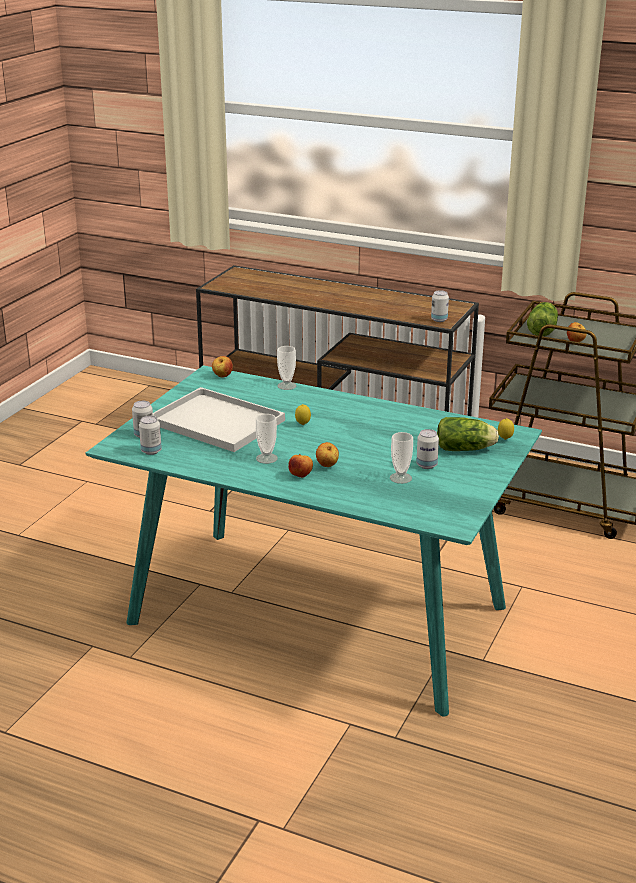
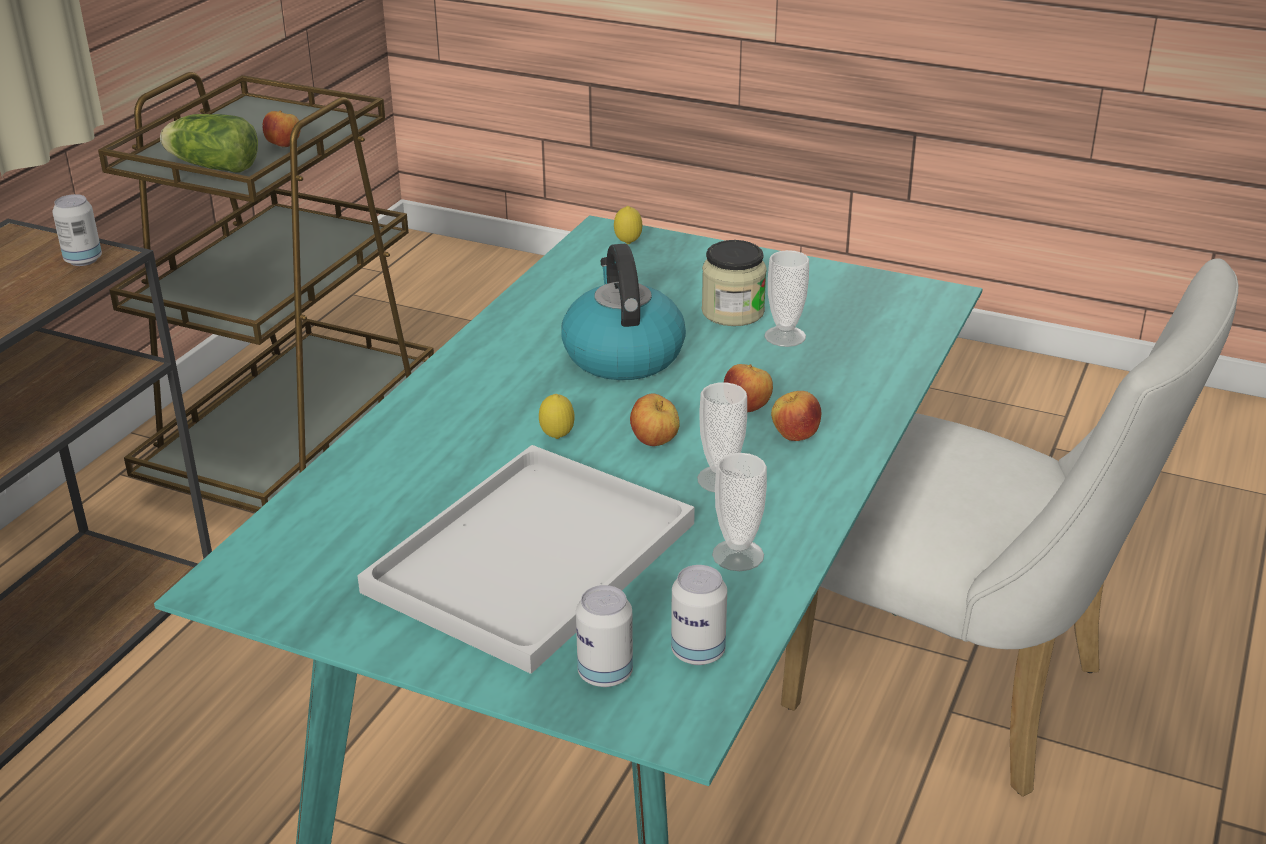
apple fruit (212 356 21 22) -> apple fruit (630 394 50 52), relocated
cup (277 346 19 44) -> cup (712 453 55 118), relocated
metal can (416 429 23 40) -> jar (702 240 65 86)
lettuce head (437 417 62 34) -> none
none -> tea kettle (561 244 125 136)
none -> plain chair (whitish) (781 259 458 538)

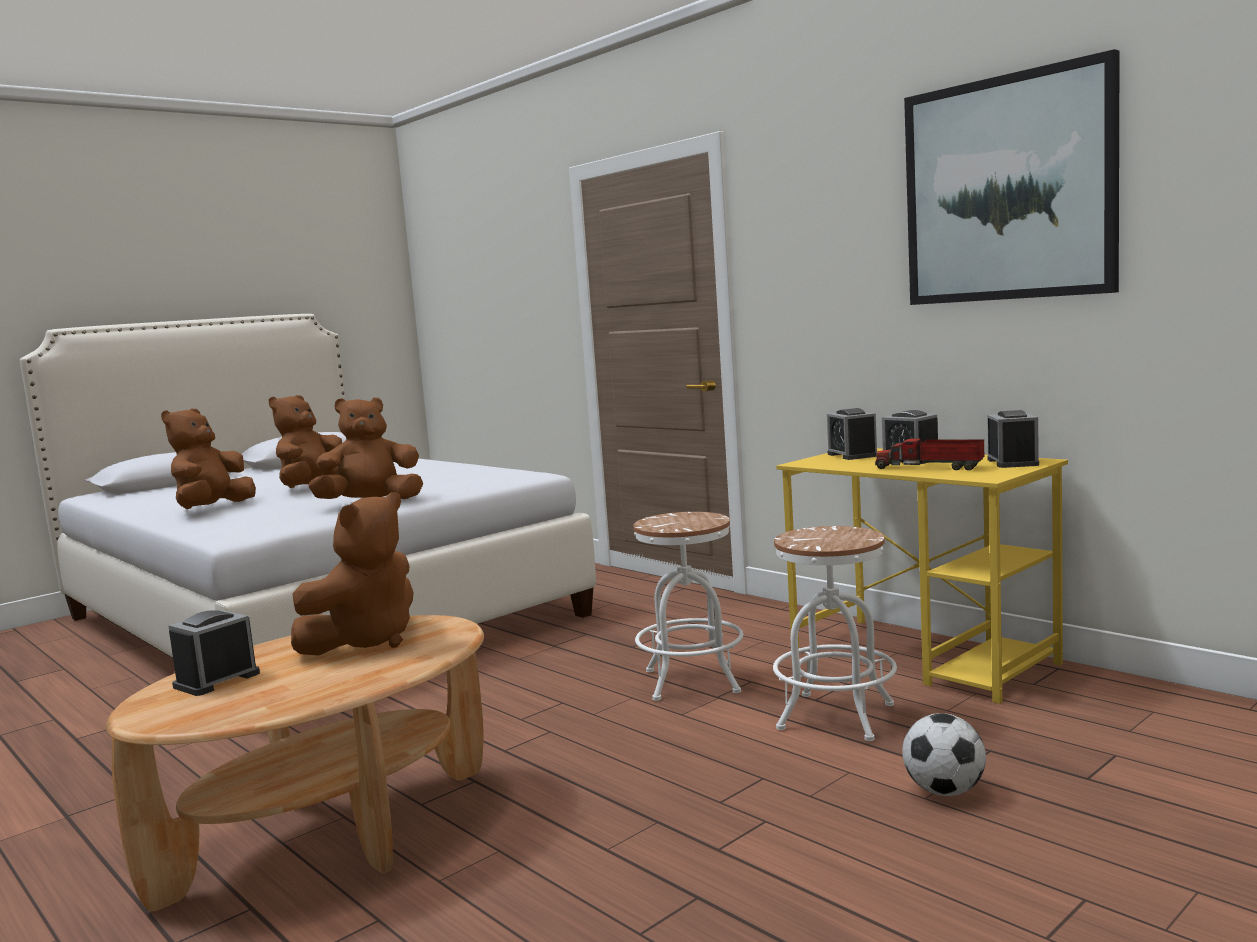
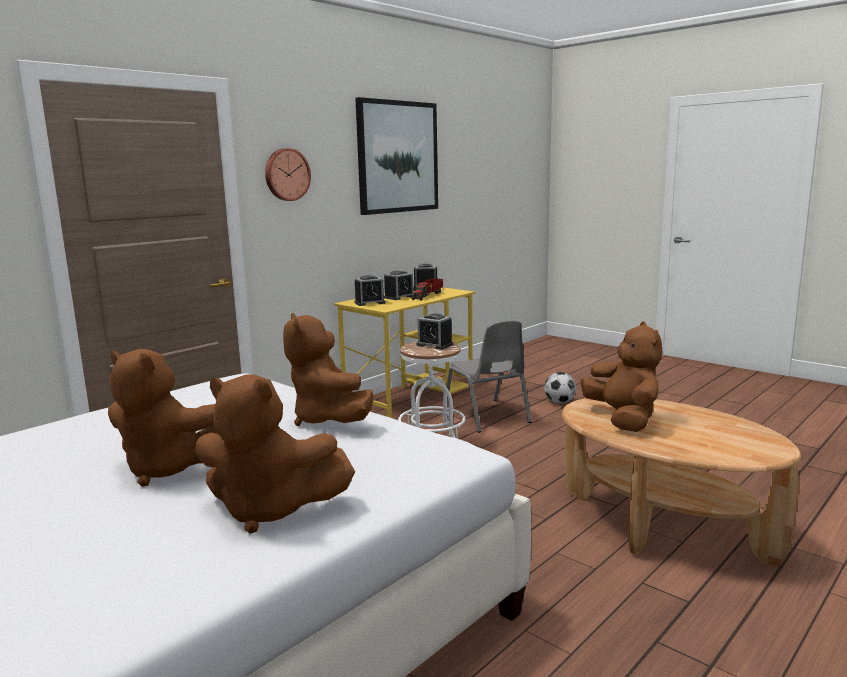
bedside clock (168 610 92 86) -> bedside clock (417 313 36 36), relocated
cuddly toy (brown-coloured) (291 492 123 164) -> cuddly toy (brown-coloured) (581 321 81 111), 45 degrees clockwise
stool seat (whitish) (773 526 124 215) -> plain chair (greyish) (446 320 86 113)
none -> wall clock (265 148 46 53)

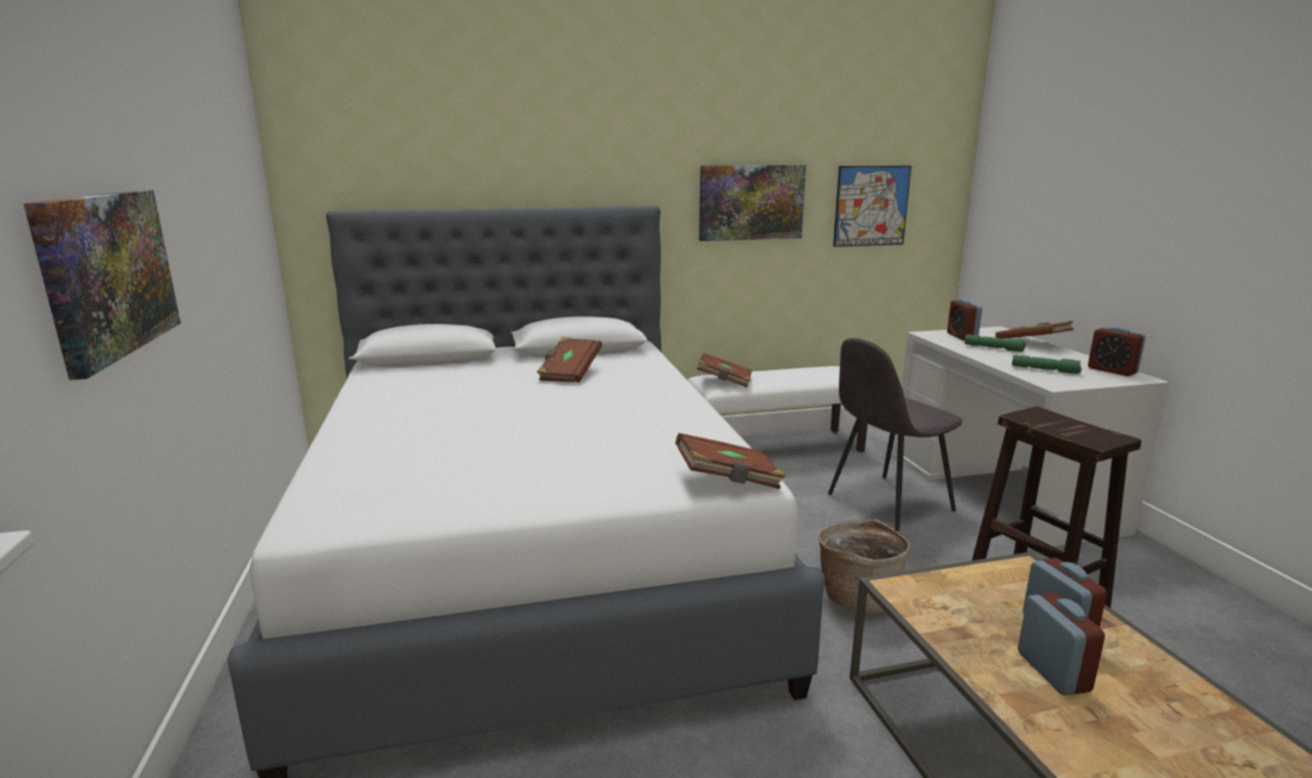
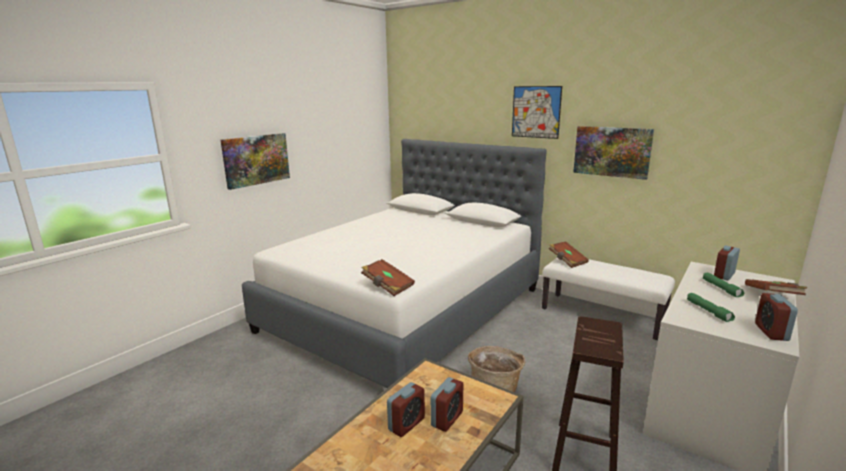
book (brown-coloured) (537 337 65 46) -> none
plain chair (greyish) (828 338 134 193) -> none
picture (833 166 78 81) -> picture (512 86 50 53), relocated

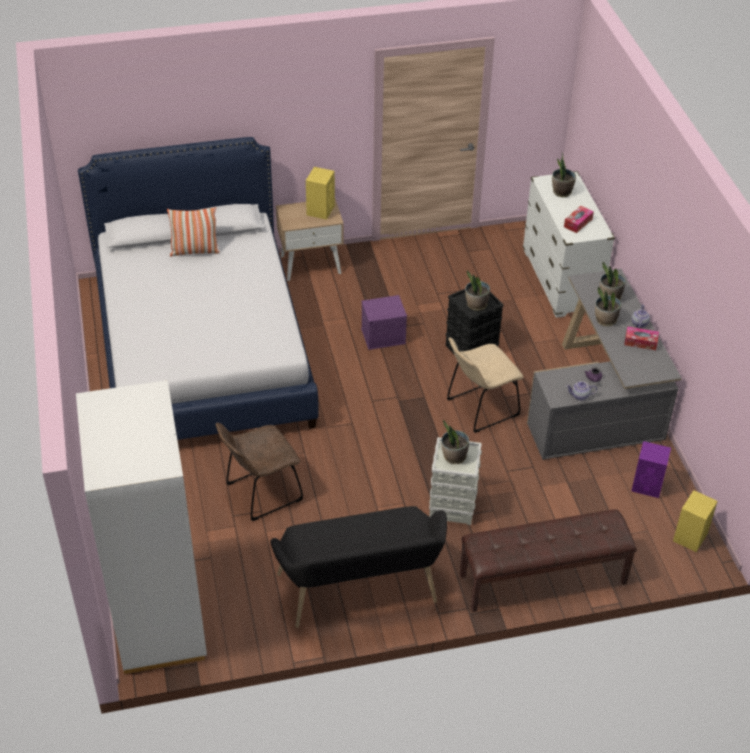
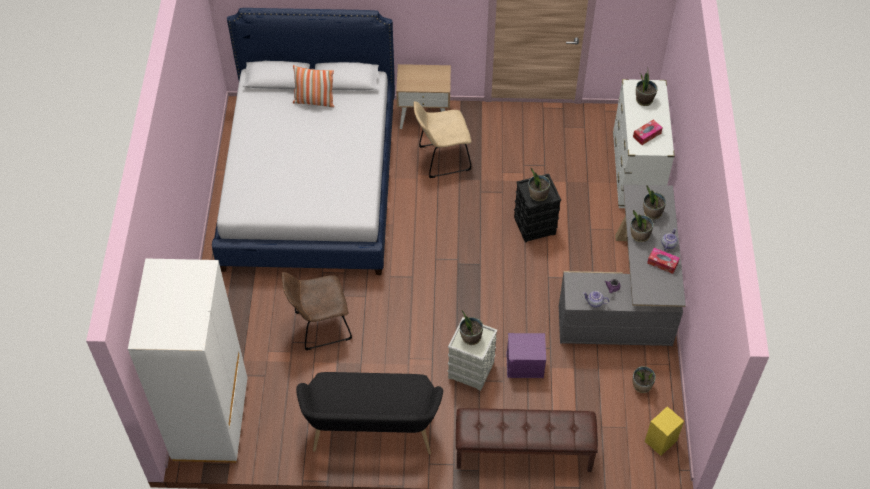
loudspeaker (yellowish) (306 167 29 53) -> none
storage box (purple-coloured) (361 295 46 55) -> storage box (purple-coloured) (506 333 40 45), relocated
plain chair (beige-coloured) (447 337 76 96) -> plain chair (beige-coloured) (413 101 59 77), relocated
loudspeaker (purple-coloured) (632 441 39 57) -> potted plant (633 366 23 27)

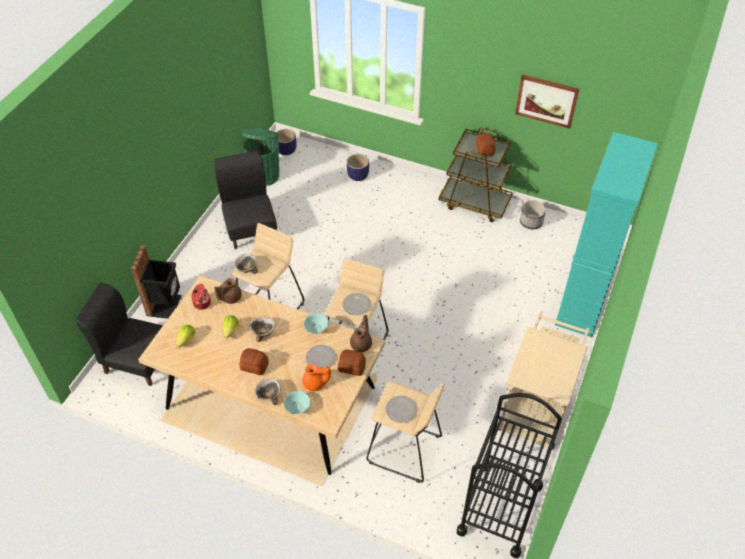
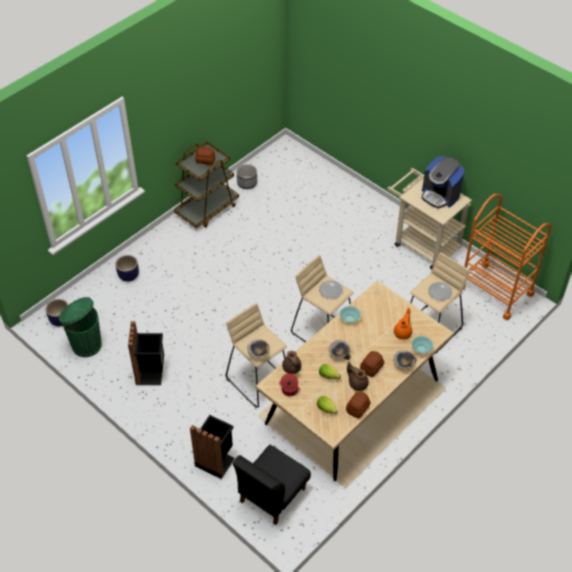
plain chair (blackish) (214 151 63 98) -> trash can (blackish) (128 321 36 64)
plate (306 345 30 23) -> none
bread (338 350 28 26) -> bread (346 391 25 27), relocated
tea pot (brown-coloured) (350 314 22 38) -> tea pot (brown-coloured) (347 362 22 29), relocated
trolley (blackish) (457 393 105 165) -> trolley (orangey) (463 194 89 126)
picture (515 74 64 55) -> none
cabinet (turquoise-coloured) (555 132 103 205) -> none
none -> coffee brewer (421 156 44 52)

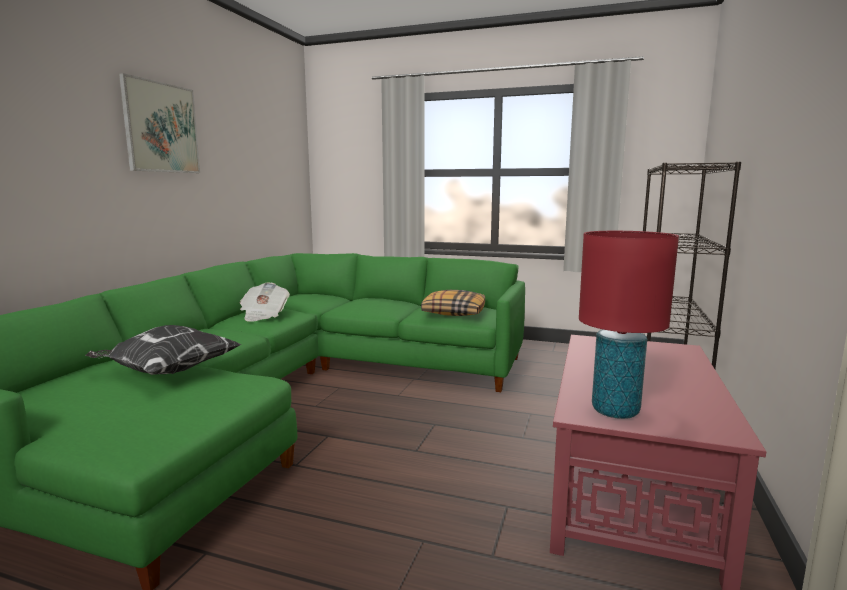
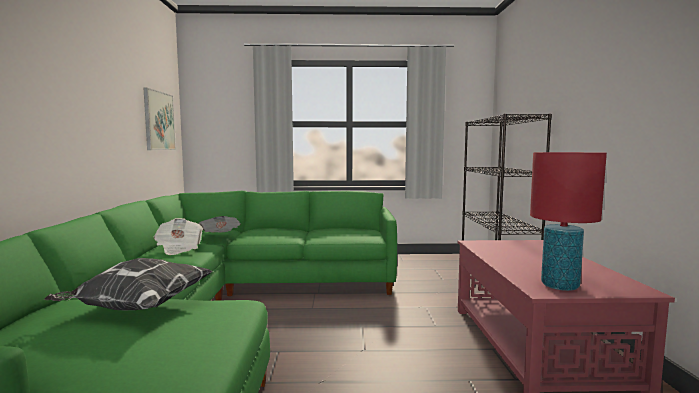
picture (119 73 81 100) -> picture (143 87 33 63), relocated
pillow (421 290 64 26) -> none
none -> newspaper (198 216 43 16)

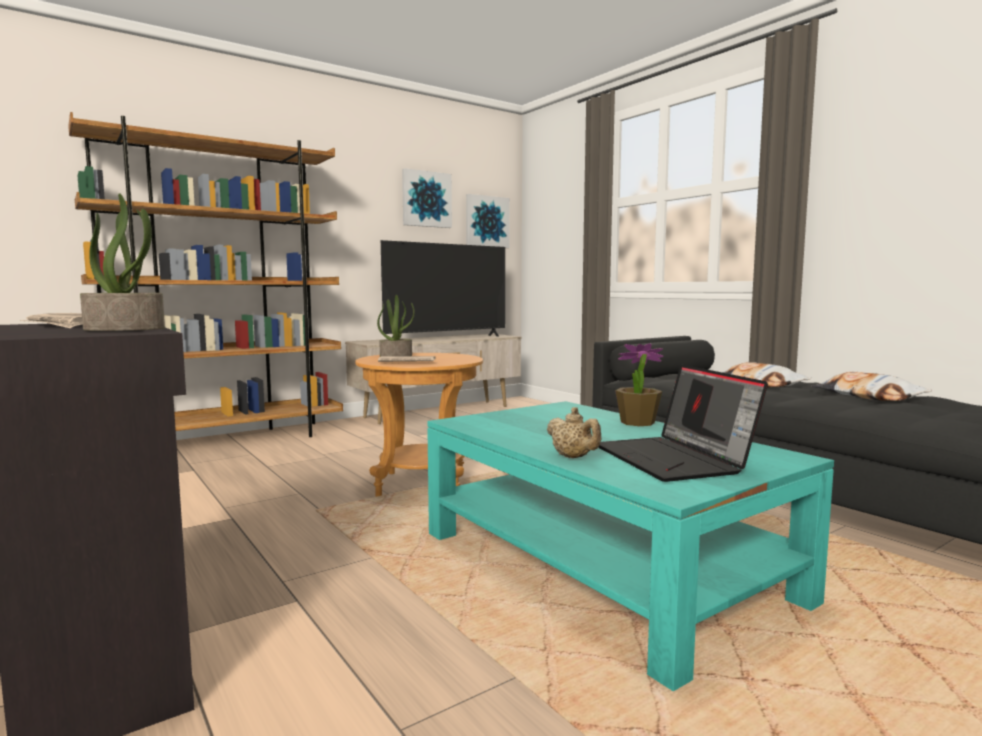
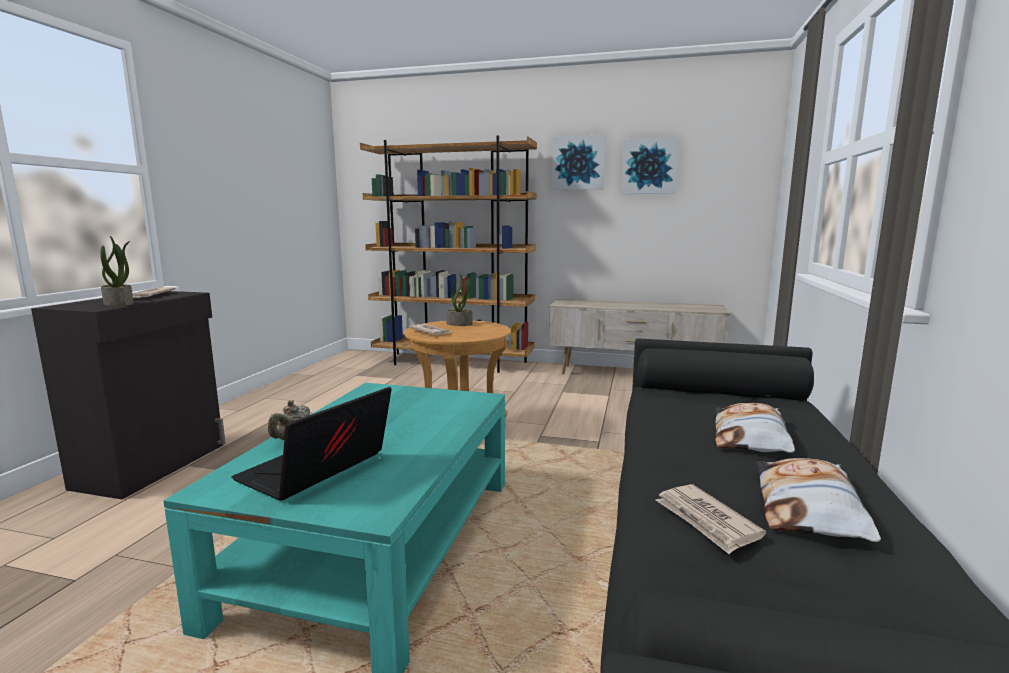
TV set (381 240 124 97) -> none
picture (466 194 44 54) -> picture (552 135 54 55), relocated
potted plant (615 343 48 83) -> none
none -> newspaper (656 484 110 70)

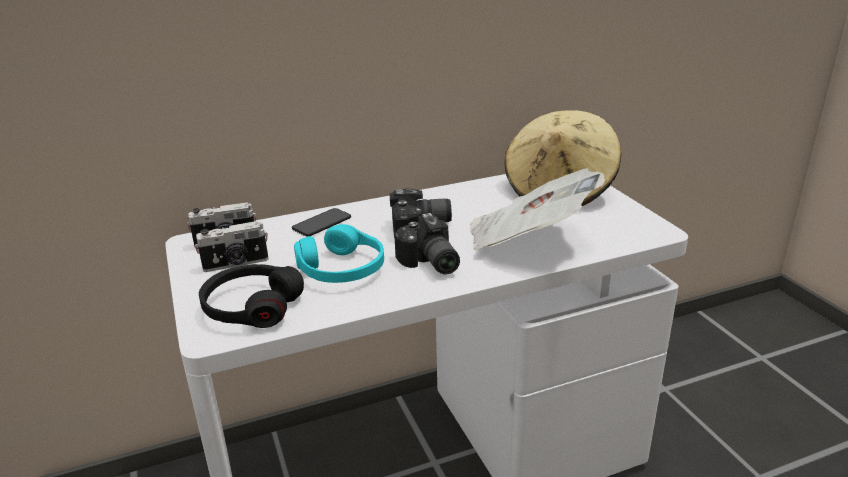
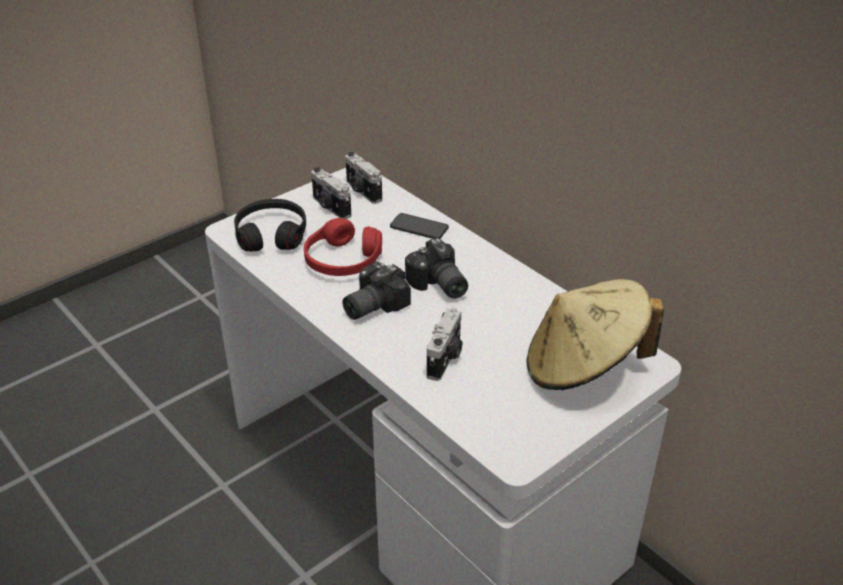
headphones (turquoise-coloured) (294 224 90 59) -> headphones (red-coloured) (304 218 78 58)
newspaper (470 168 135 82) -> photo camera (427 308 35 73)

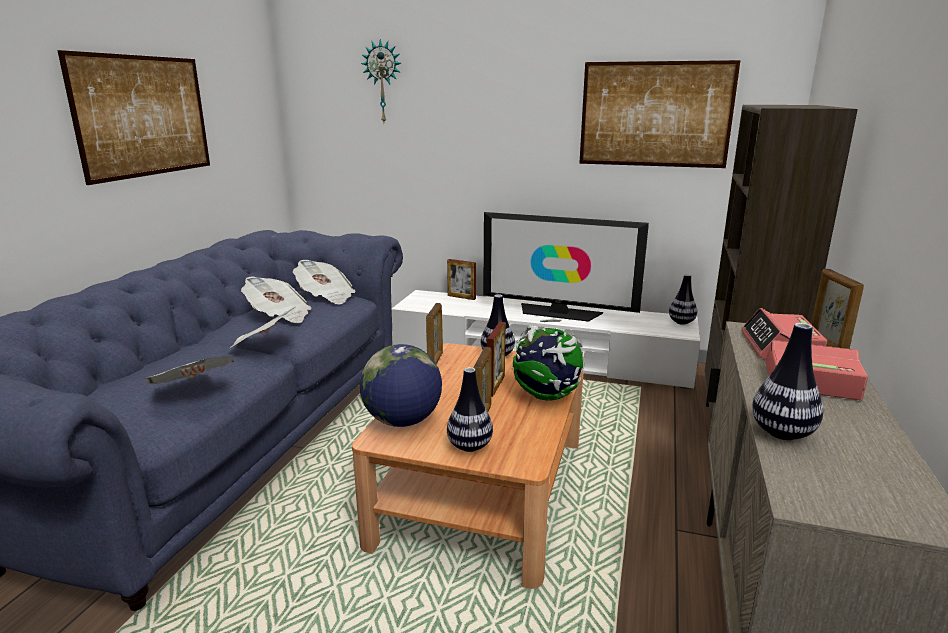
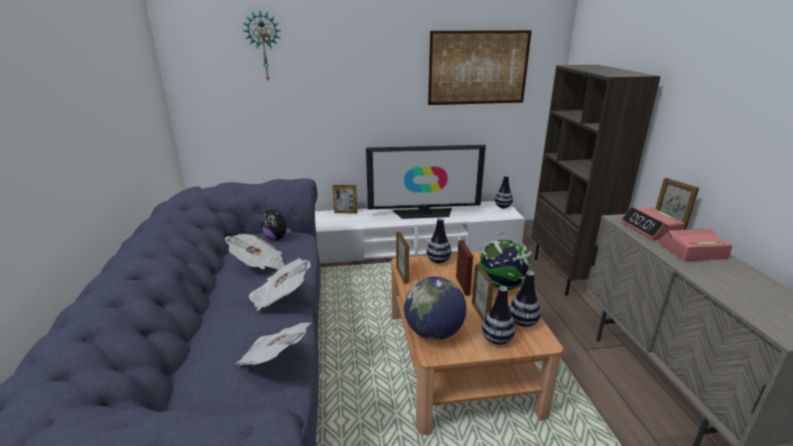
picture (57 50 153 135) -> none
newspaper (293 260 62 44) -> cuddly toy (261 207 30 33)
decorative vase (752 323 71 117) -> decorative vase (509 271 32 56), relocated

